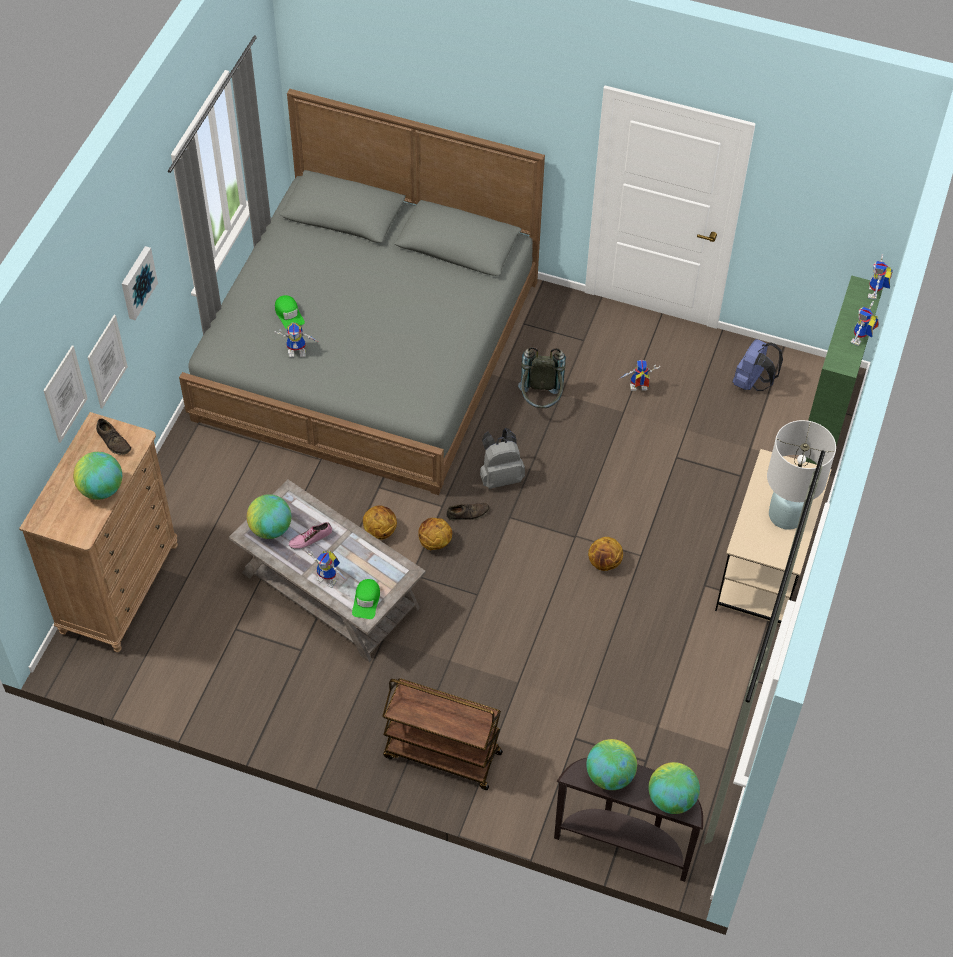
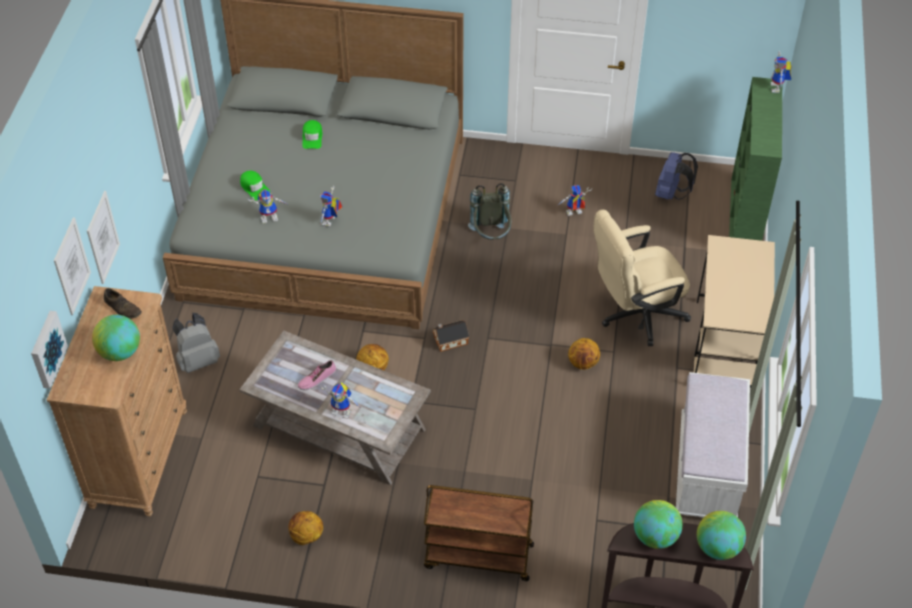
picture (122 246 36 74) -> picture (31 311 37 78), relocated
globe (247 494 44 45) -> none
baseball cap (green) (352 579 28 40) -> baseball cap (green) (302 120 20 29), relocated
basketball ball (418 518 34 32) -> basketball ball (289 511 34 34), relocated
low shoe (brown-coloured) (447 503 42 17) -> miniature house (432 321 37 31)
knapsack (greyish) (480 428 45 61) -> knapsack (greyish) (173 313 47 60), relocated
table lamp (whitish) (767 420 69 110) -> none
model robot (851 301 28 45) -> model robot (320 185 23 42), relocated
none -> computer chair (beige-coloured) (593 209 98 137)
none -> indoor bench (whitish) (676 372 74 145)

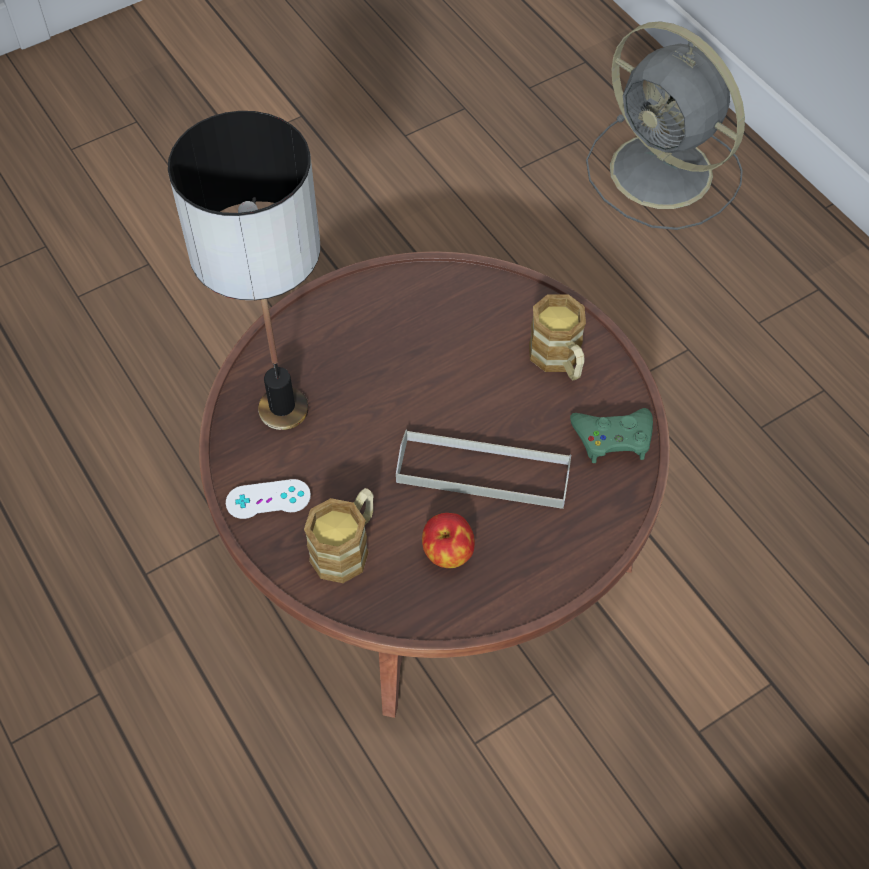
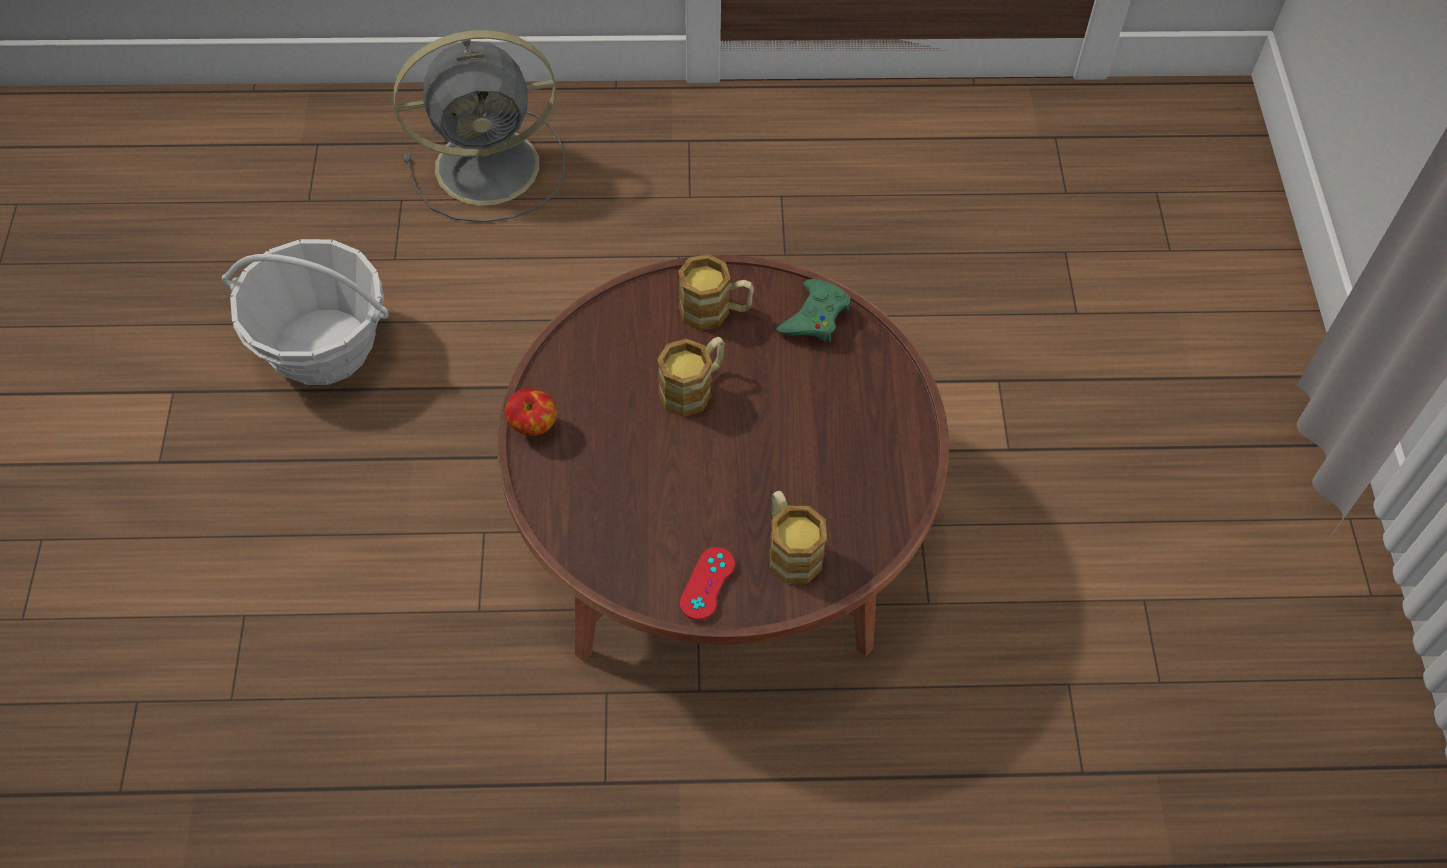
table lamp (168 111 152 319) -> none
joypad (whitish) (226 479 85 40) -> joypad (red-coloured) (680 547 55 73)
carrying tray (greyish) (396 430 175 79) -> none
apple fruit (422 513 53 55) -> apple fruit (505 388 52 48), relocated
none -> household basket (222 239 166 146)
none -> mug (657 337 68 80)

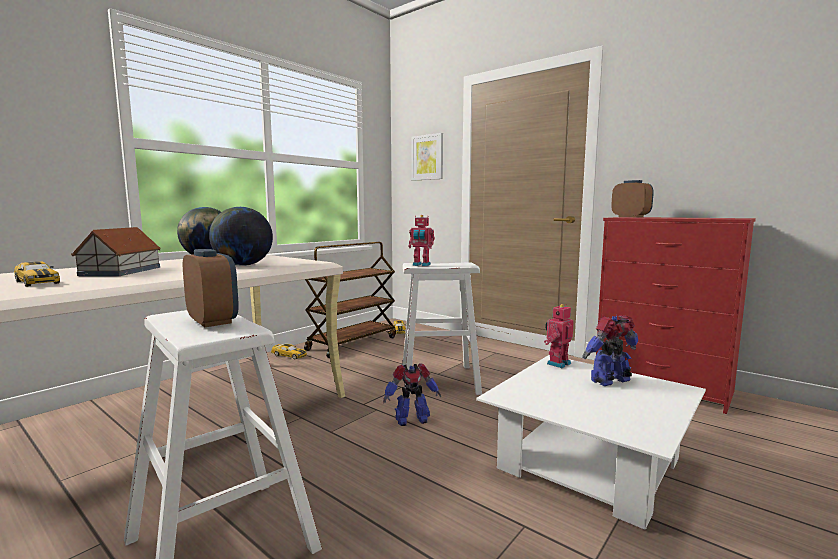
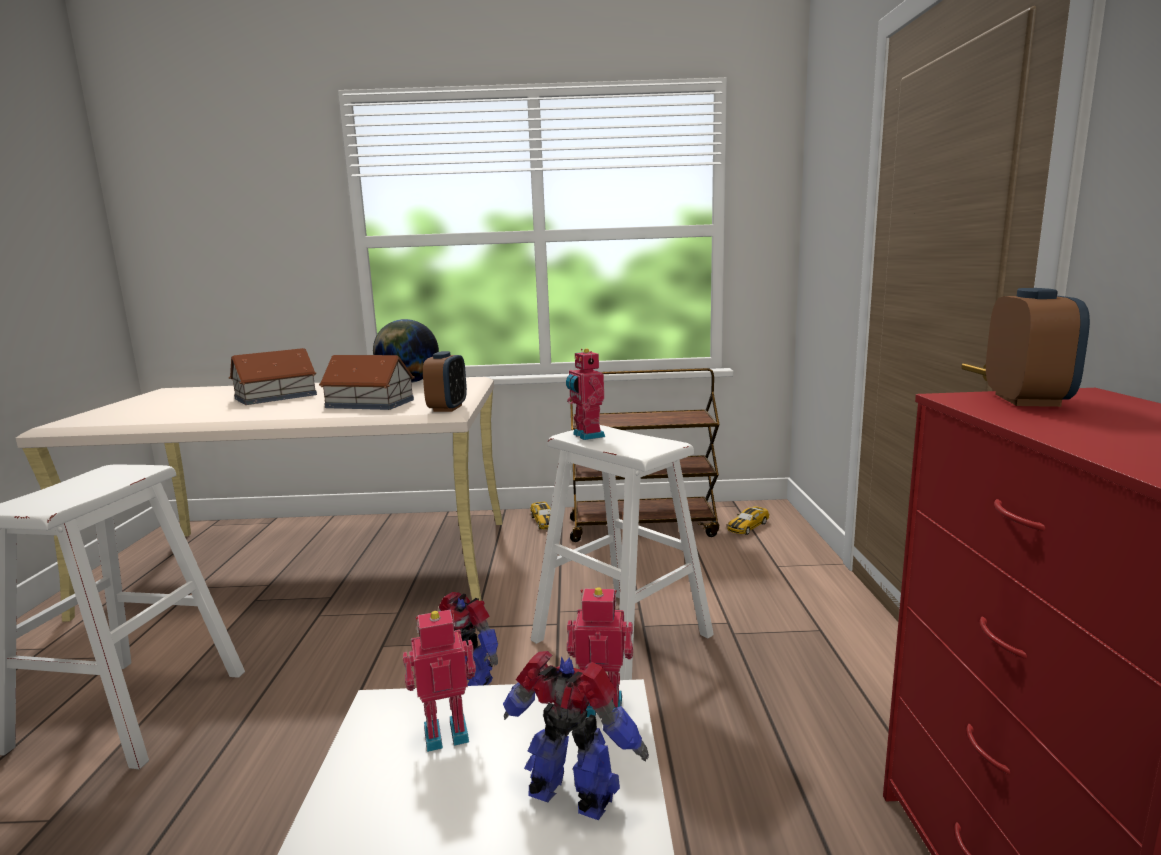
model car (14 261 46 26) -> none
bedside clock (183 249 56 78) -> bedside clock (423 351 44 61), relocated
globe (209 207 64 59) -> miniature house (319 355 96 55)
picture (412 133 31 48) -> none
none -> model robot (403 610 73 142)

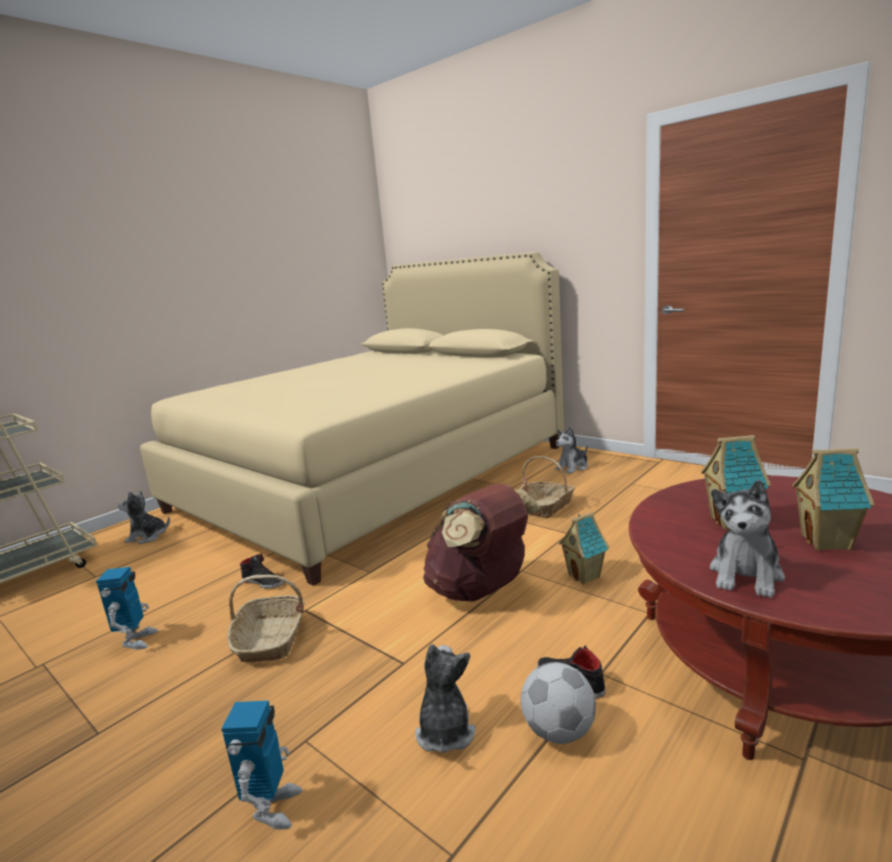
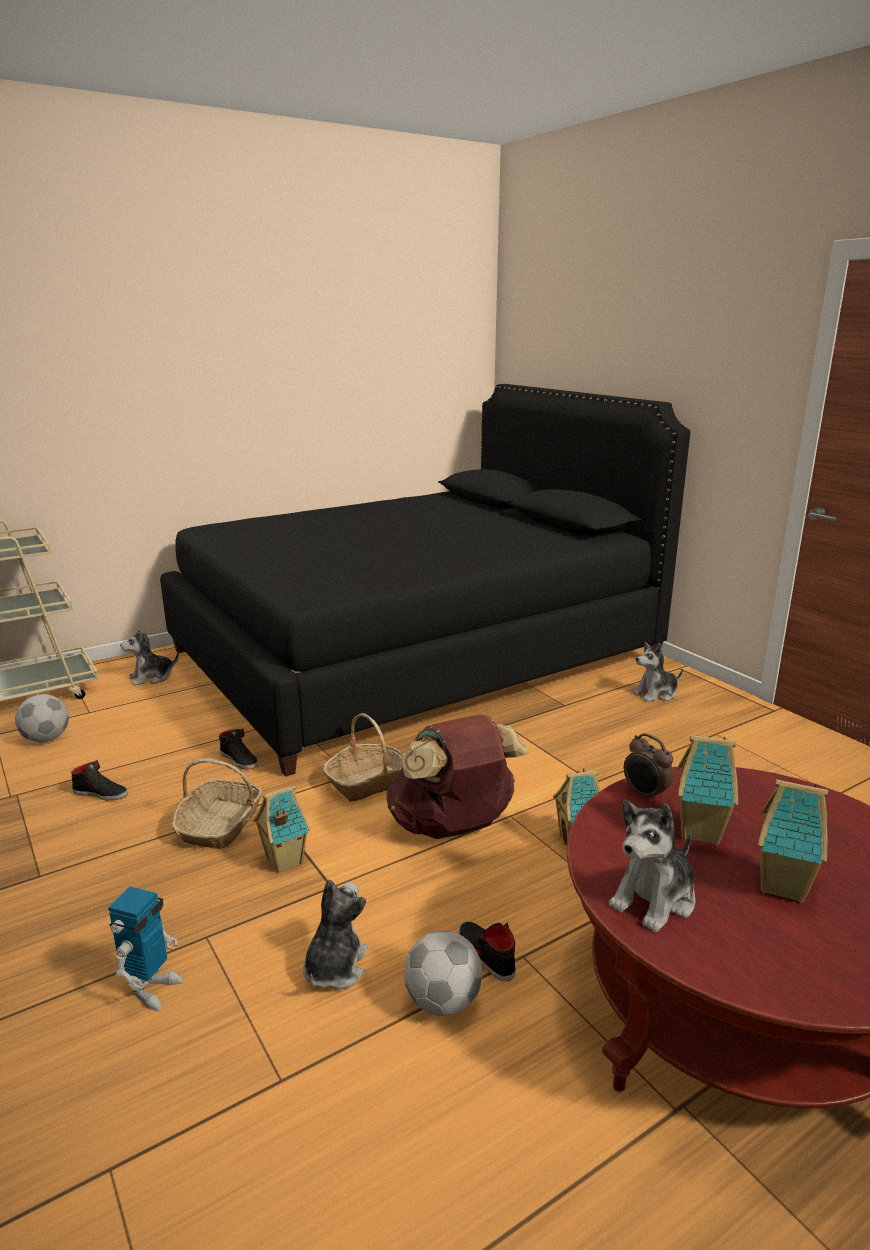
model robot (96 567 62 83) -> low shoe (blackish) (71 760 57 40)
cuddly toy (118 491 52 53) -> cuddly toy (120 629 59 57), 45 degrees counterclockwise
sleeping bed (beige-coloured) (140 252 424 334) -> sleeping bed (blackish) (160 384 530 393)
household basket (519 456 56 62) -> household basket (323 713 82 89), relocated
none -> football ball (15 694 54 49)
none -> miniature house (253 785 58 88)
none -> bedside clock (624 733 49 70)

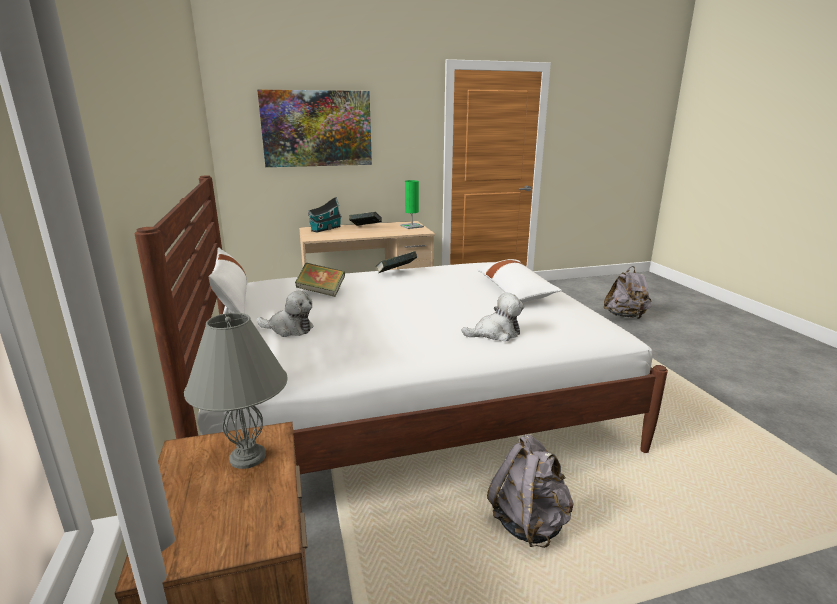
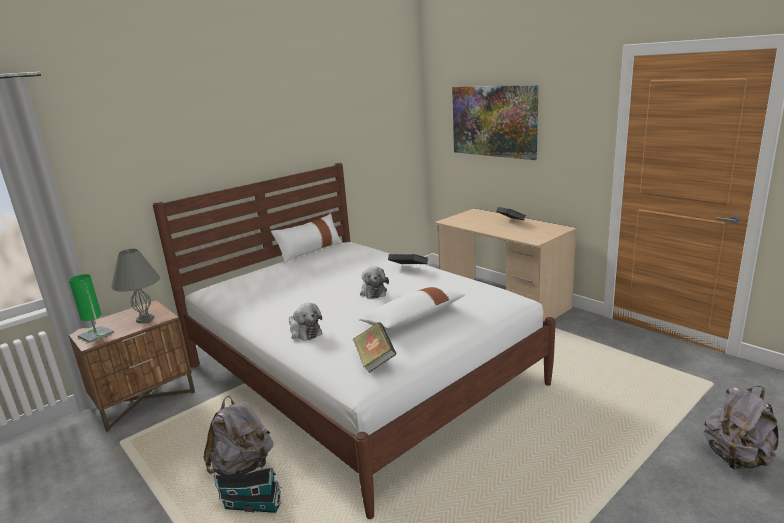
cuddly toy (257 290 57 47) -> cuddly toy (360 267 29 32), relocated
book (295 263 50 34) -> book (353 322 44 51), relocated
miniature house (308 197 34 35) -> miniature house (214 468 67 45), relocated
table lamp (green) (400 180 24 49) -> table lamp (green) (69 274 45 69), relocated

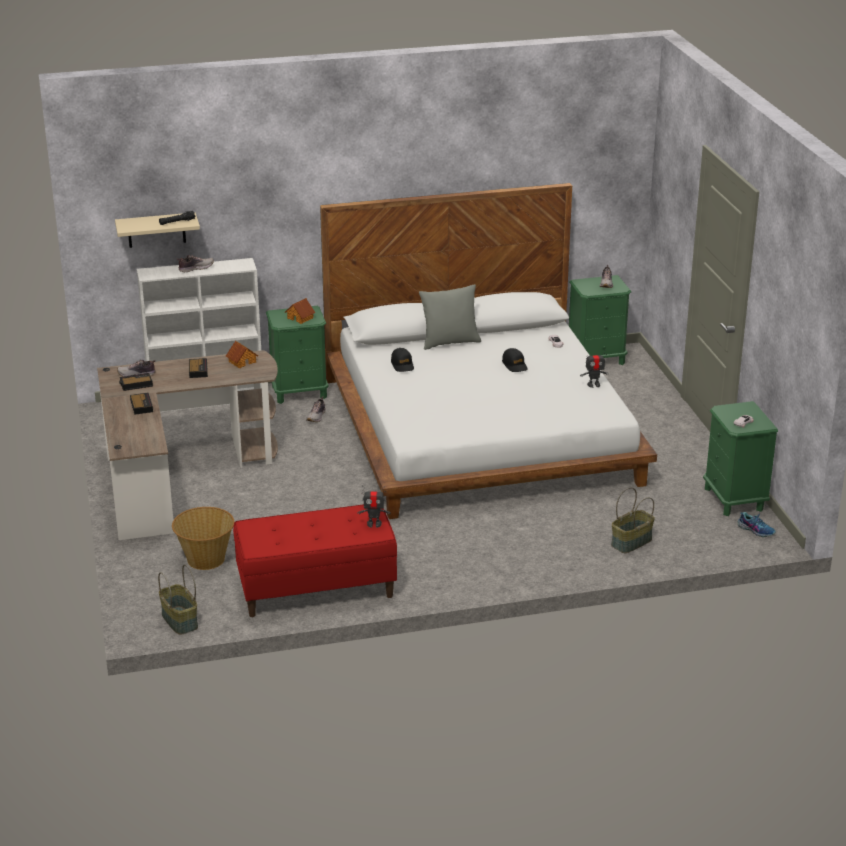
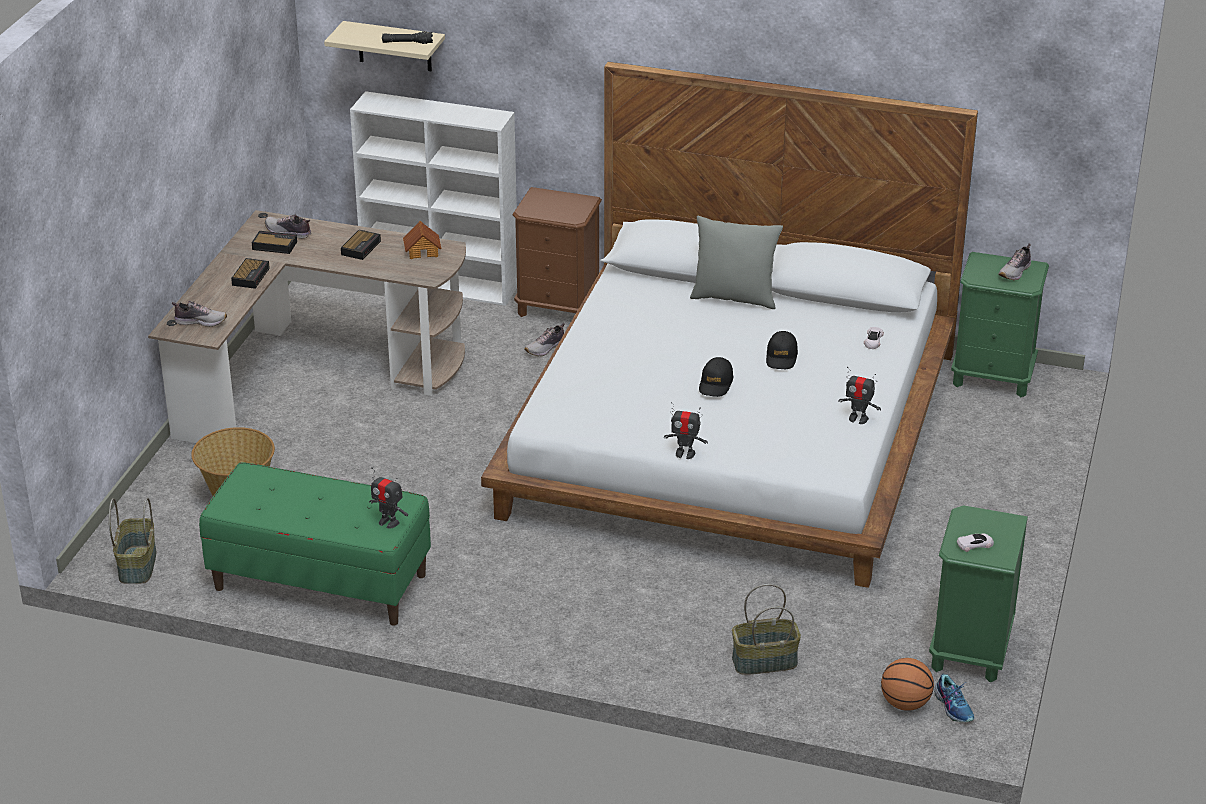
low shoe (177 255 37 17) -> low shoe (171 301 56 26), relocated
indoor bench (red-coloured) (233 504 164 113) -> indoor bench (green) (199 462 232 164)
nightstand (green) (266 306 63 98) -> nightstand (brown-coloured) (512 187 90 130)
miniature house (285 298 30 26) -> none
baseball cap (blackish) (391 348 23 24) -> baseball cap (blackish) (699 357 34 40), relocated
none -> model robot (664 402 44 57)
none -> basketball ball (881 658 53 53)

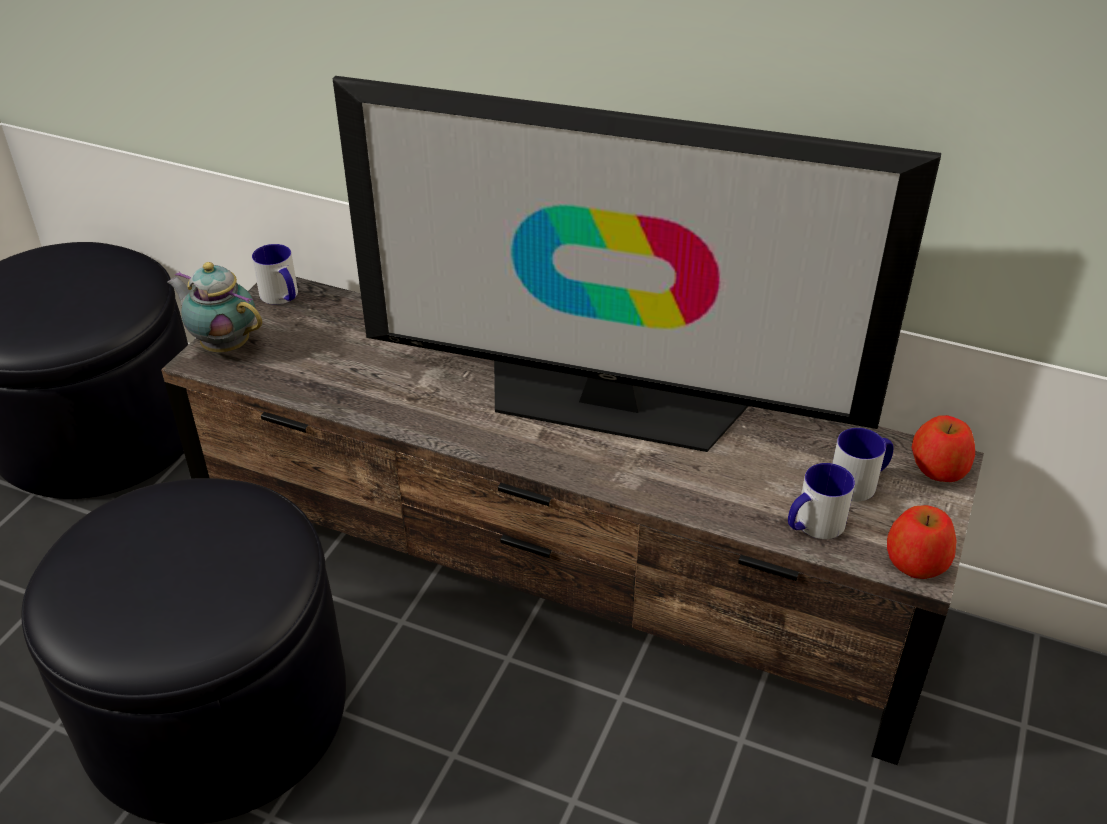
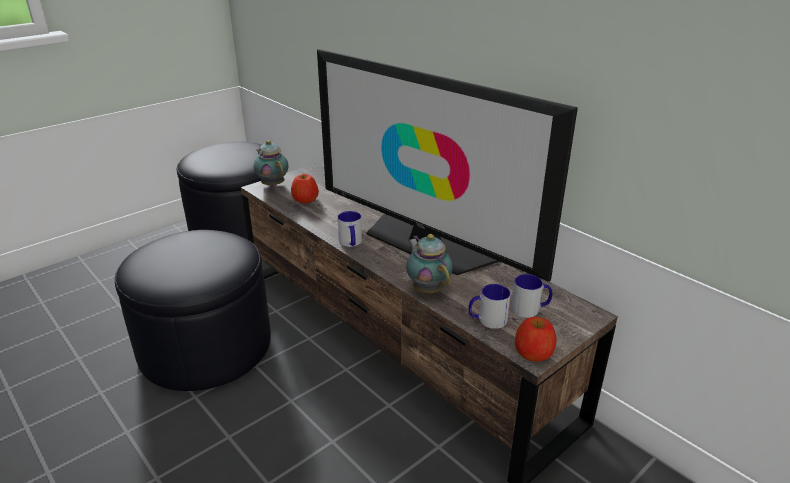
mug (252 244 46 61) -> mug (338 211 24 36), relocated
apple fruit (911 415 64 67) -> apple fruit (291 174 28 29), relocated
none -> tea pot (406 234 47 59)

